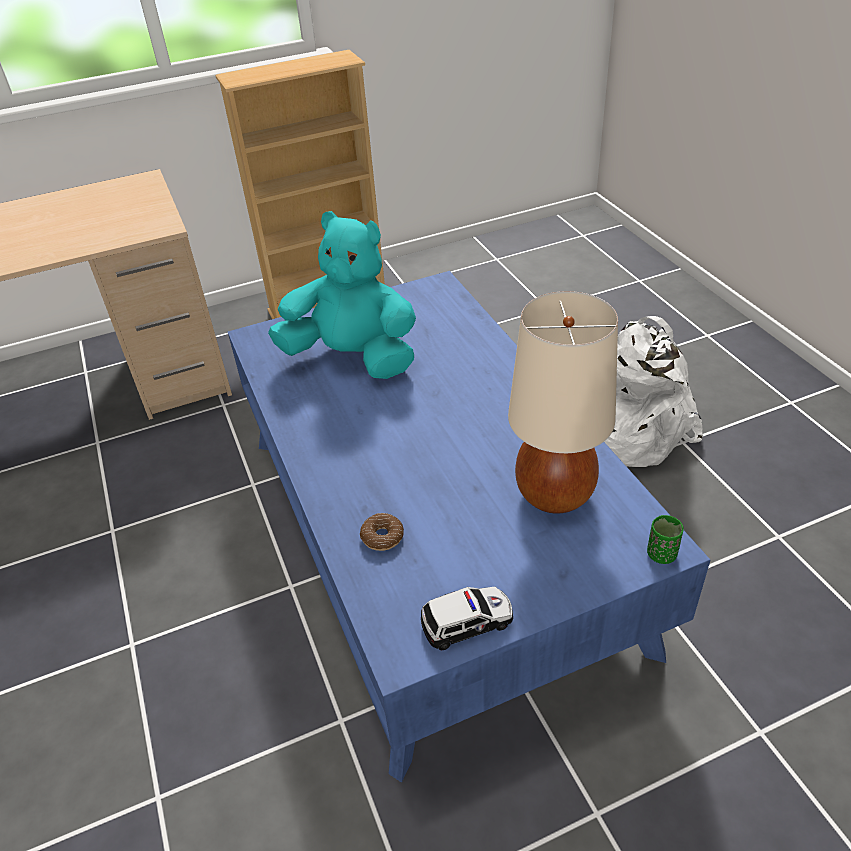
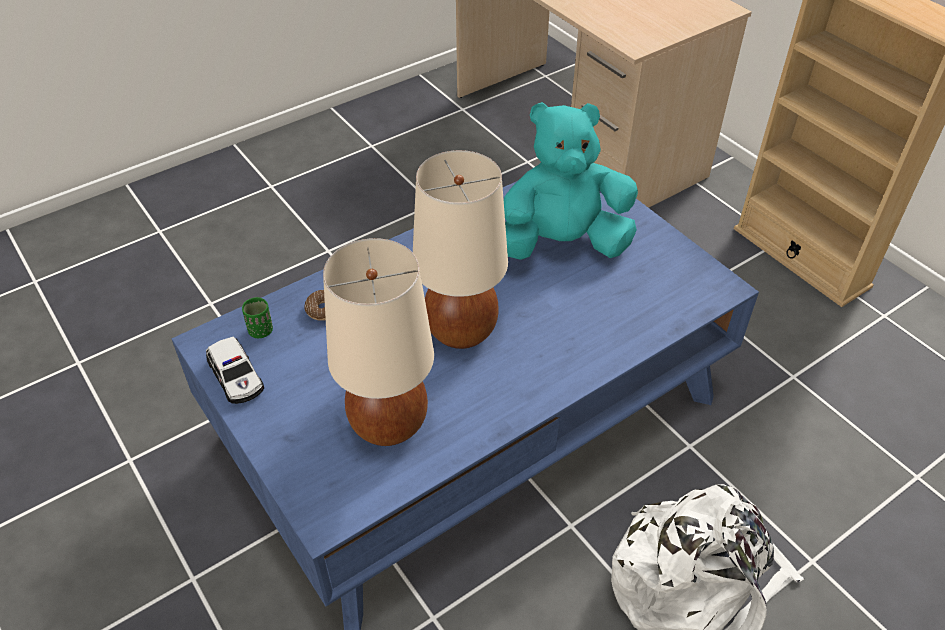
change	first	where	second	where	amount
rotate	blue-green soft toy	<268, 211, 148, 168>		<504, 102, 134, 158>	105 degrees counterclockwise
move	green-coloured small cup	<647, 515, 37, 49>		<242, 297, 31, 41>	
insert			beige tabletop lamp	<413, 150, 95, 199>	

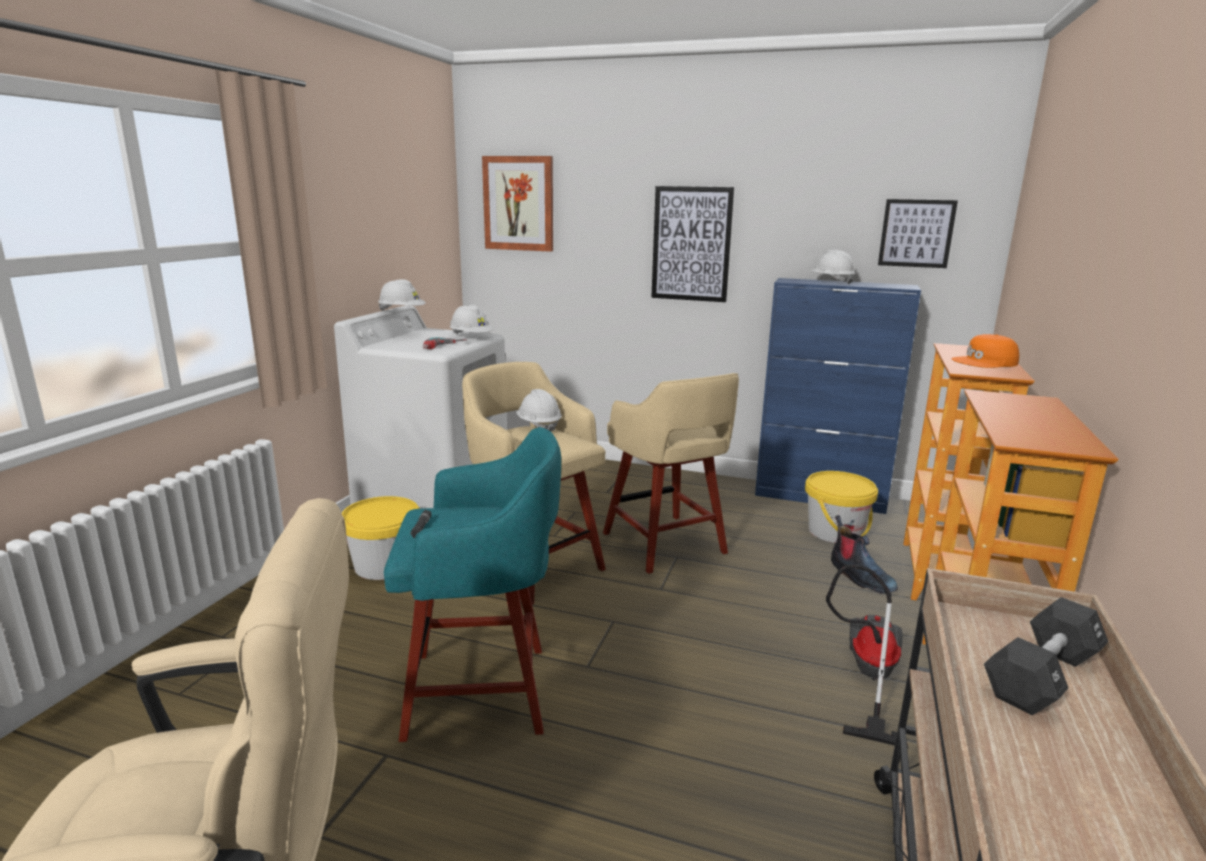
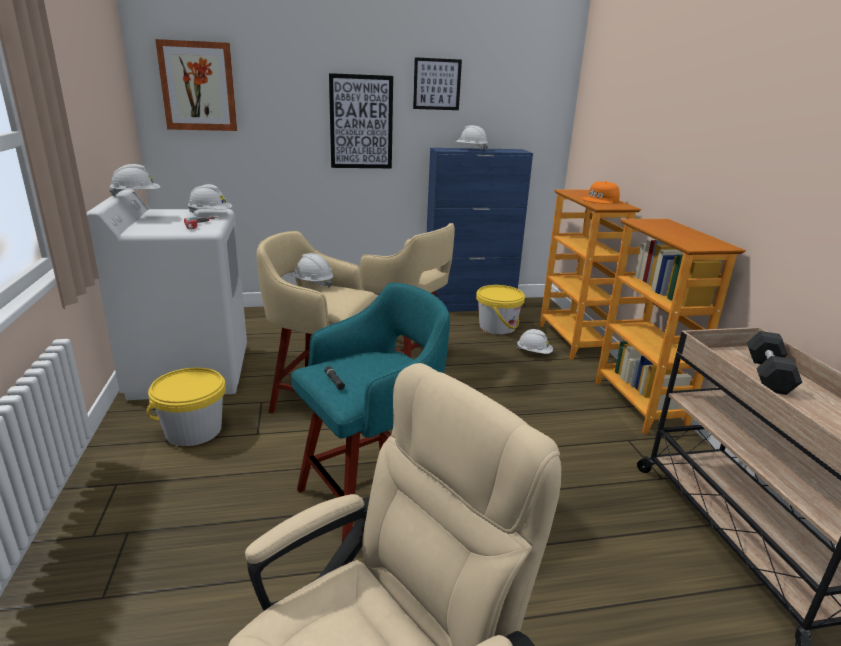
change	first	where	second	where	amount
delete	vacuum cleaner	<826, 564, 82, 185>			
replace	boot	<831, 515, 67, 78>	white safety helmet	<517, 329, 36, 25>	
move	wall art	<878, 199, 80, 69>		<413, 57, 49, 53>	

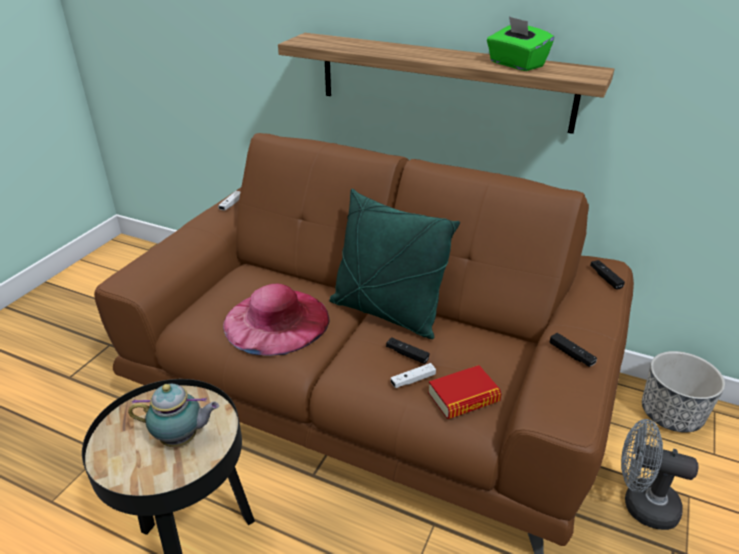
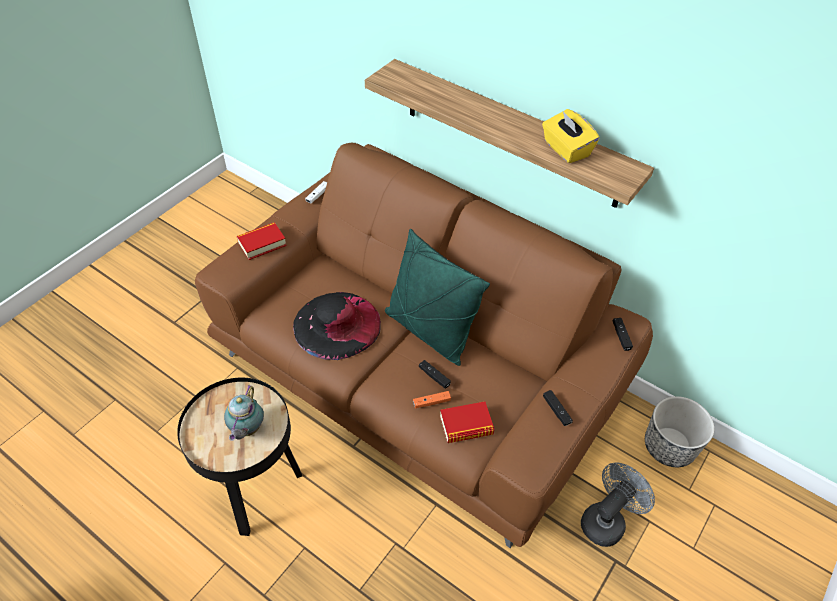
change	first	where	second	where	amount
rotate	teapot	<128, 384, 91, 63>		<224, 385, 40, 56>	90 degrees clockwise
recolor	pinkish clothing hat	<223, 284, 107, 72>	black-coloured clothing hat	<293, 292, 88, 68>	
recolor	white gamepad	<391, 363, 45, 25>	orangey gamepad	<413, 391, 38, 17>	
recolor	green-coloured tissue holder	<487, 16, 67, 55>	yellow tissue holder	<542, 109, 57, 54>	
rotate	greyish electric fan	<621, 419, 78, 111>		<581, 462, 74, 85>	105 degrees clockwise
insert			volume	<237, 222, 49, 38>	

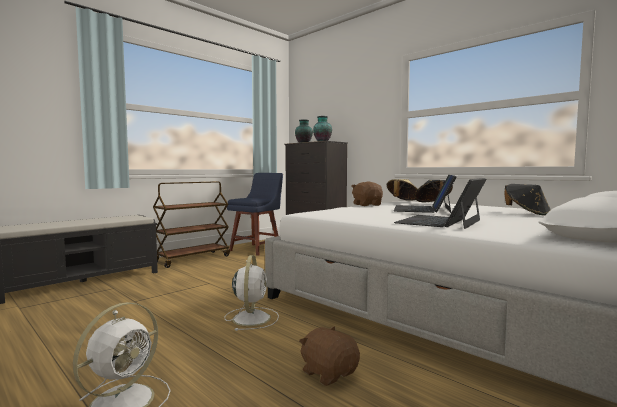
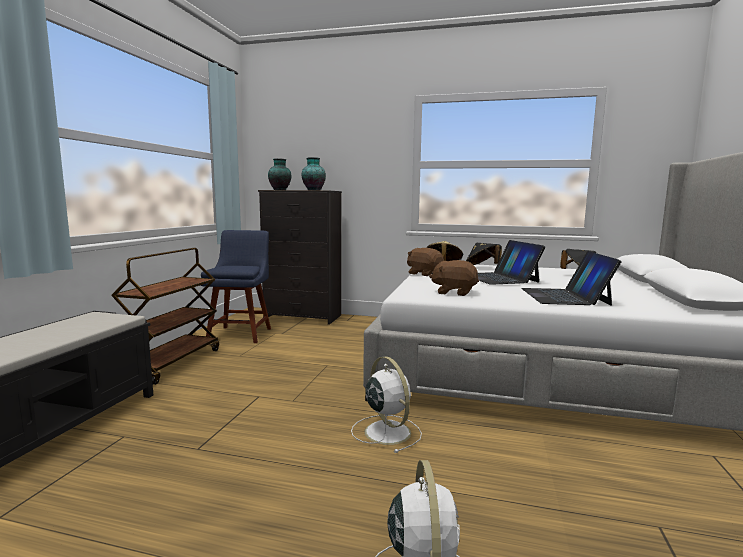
change	first	where	second	where	amount
move	brownish soft toy	<299, 326, 61, 60>		<429, 260, 50, 36>	

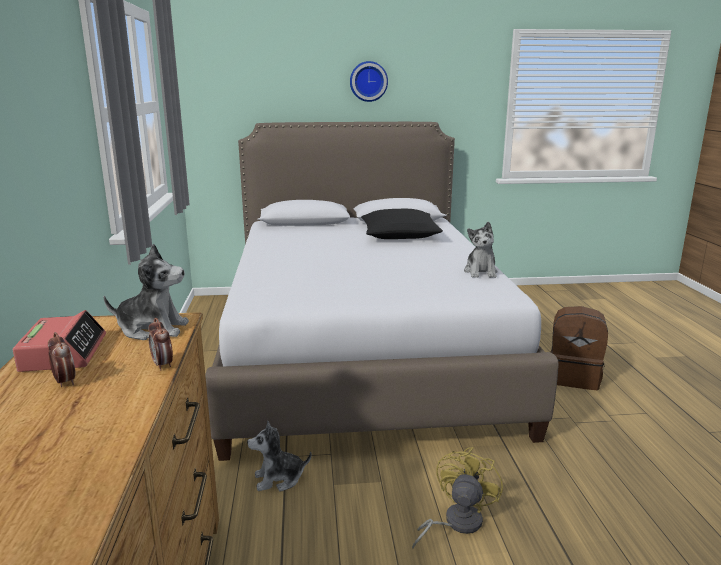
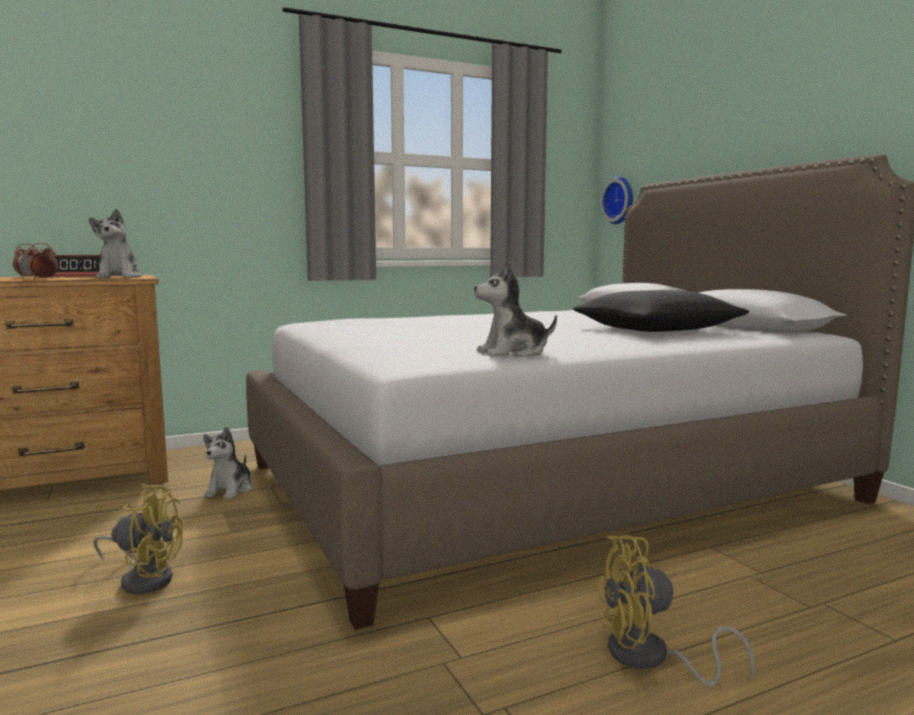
change	first	where	second	where	amount
rotate	soft toy	<247, 420, 65, 72>		<203, 427, 50, 72>	135 degrees counterclockwise
move	hanging clock	<350, 61, 38, 41>		<600, 176, 33, 48>	
replace	brownish rucksack	<551, 306, 57, 84>	yellow electric fan	<594, 534, 161, 152>	

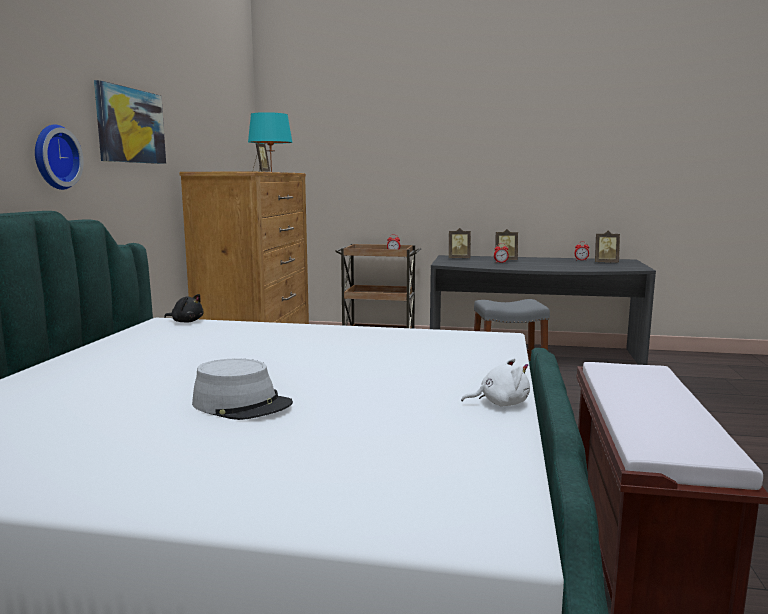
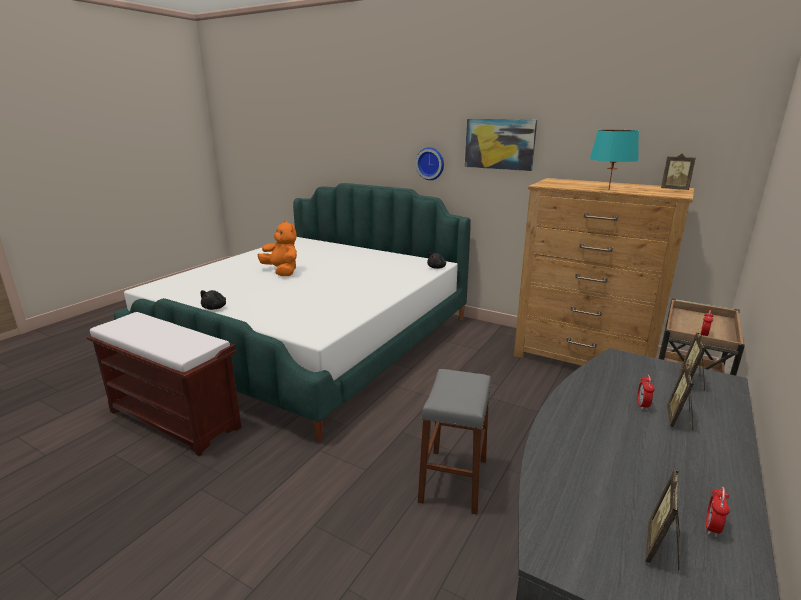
change	first	where	second	where	amount
replace	greyish clothing hat	<192, 359, 101, 61>	orangey soft toy	<258, 220, 39, 56>	
recolor	white soft toy	<461, 358, 69, 49>	black-coloured soft toy	<201, 290, 25, 20>	

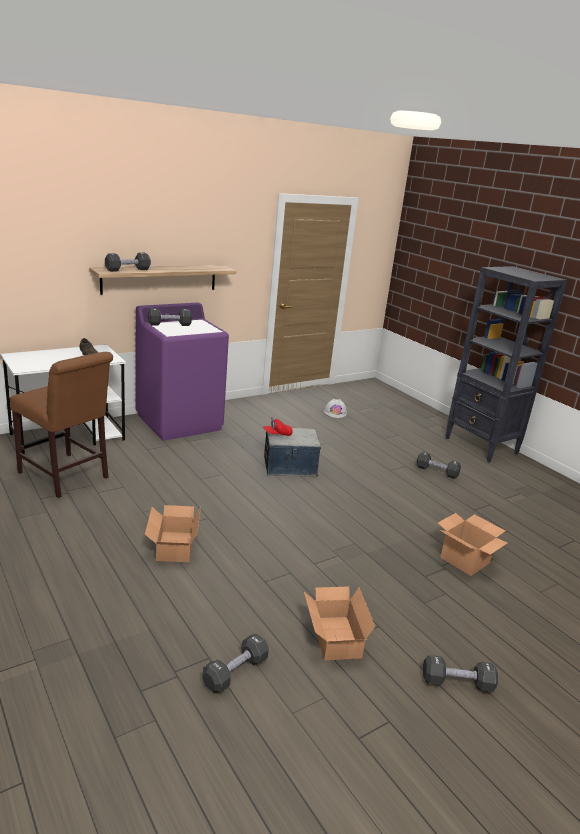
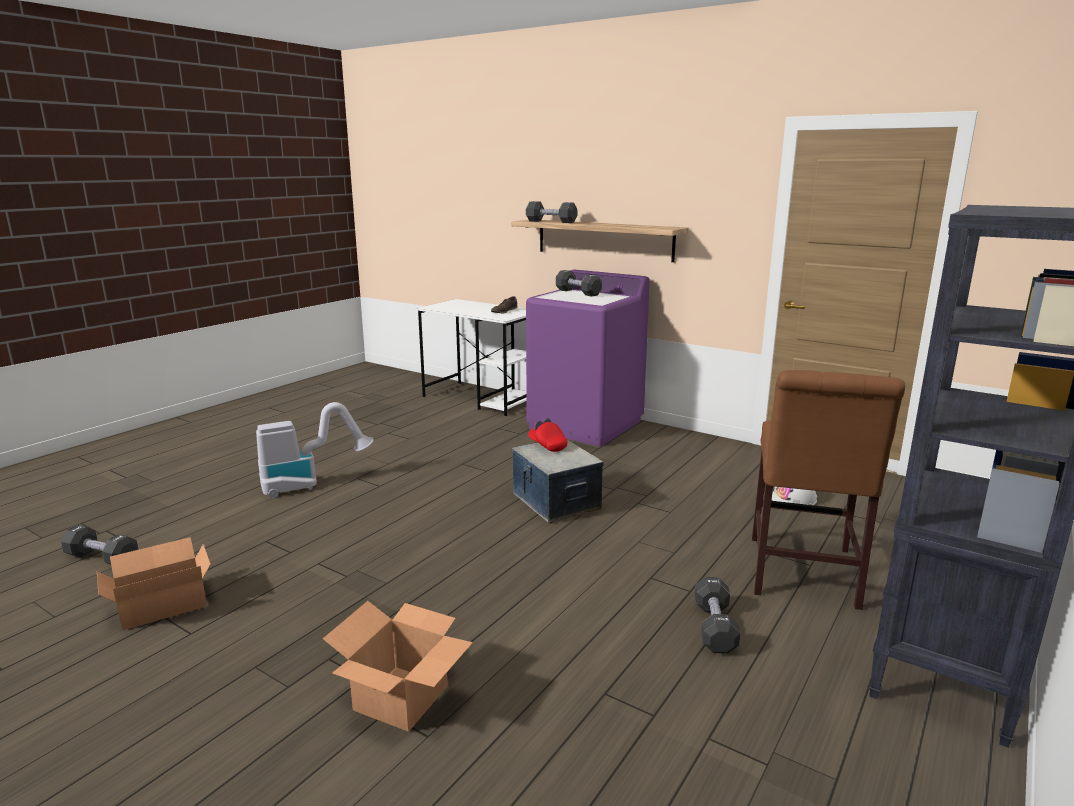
change	first	where	second	where	amount
move	brownish upright chair	<10, 352, 103, 146>		<752, 370, 153, 240>	
replace	carton	<145, 505, 56, 57>	vacuum cleaner	<256, 402, 118, 96>	
delete	black-coloured dumbbell	<423, 655, 75, 37>			

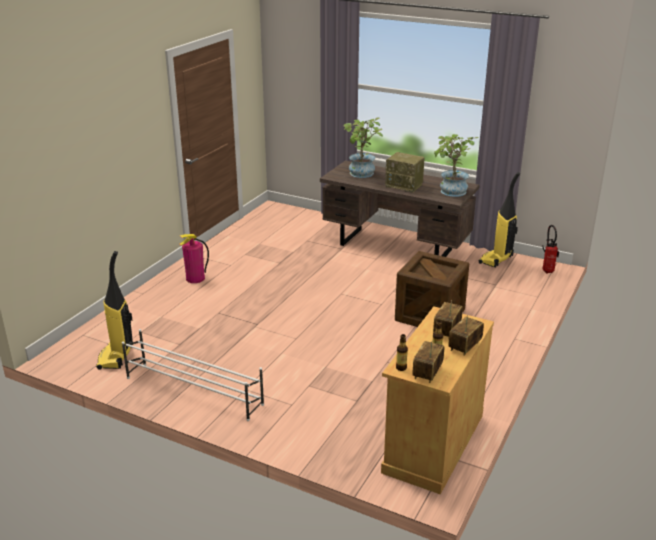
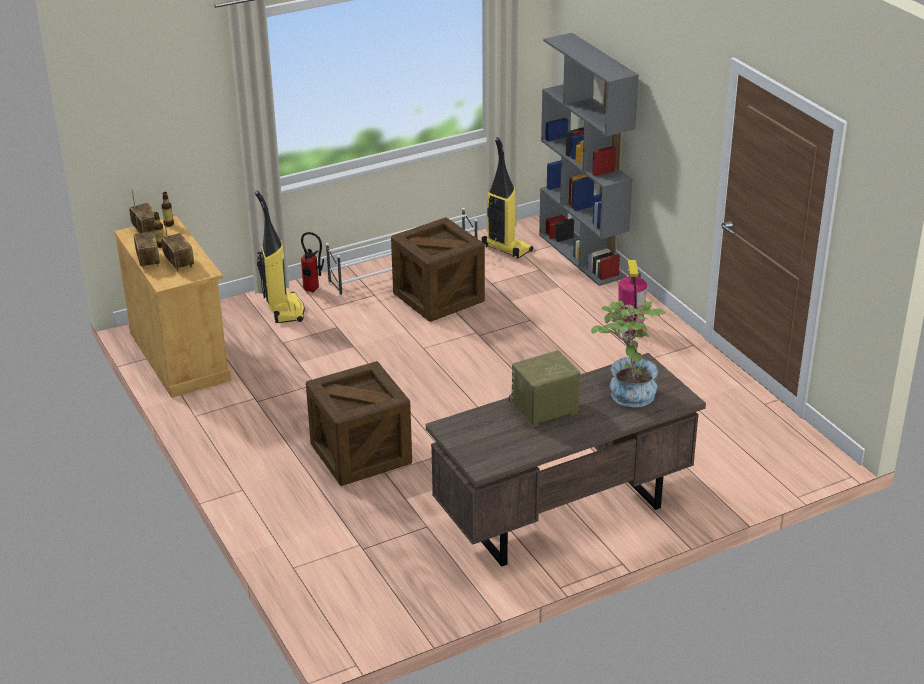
change	first	where	second	where	amount
delete	houseplant	<434, 134, 44, 63>			
move	vacuum cleaner	<479, 172, 41, 95>		<255, 191, 50, 132>	
move	fire extinguisher	<542, 225, 17, 49>		<301, 232, 23, 61>	
insert			shipping crate	<391, 217, 94, 105>	
insert			greyish bookcase	<539, 33, 100, 253>	

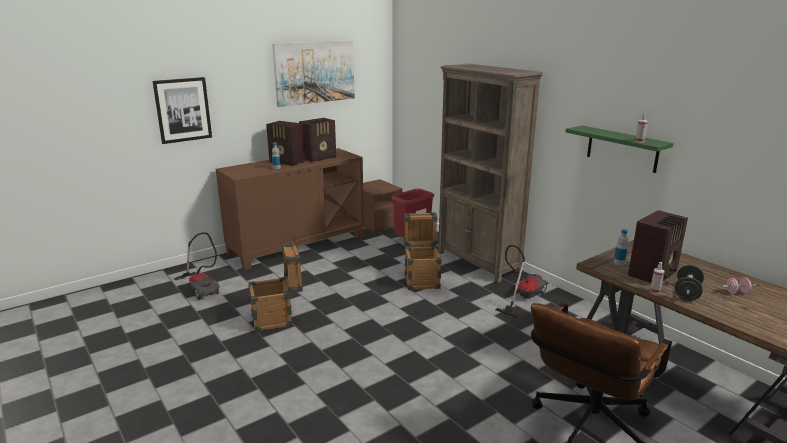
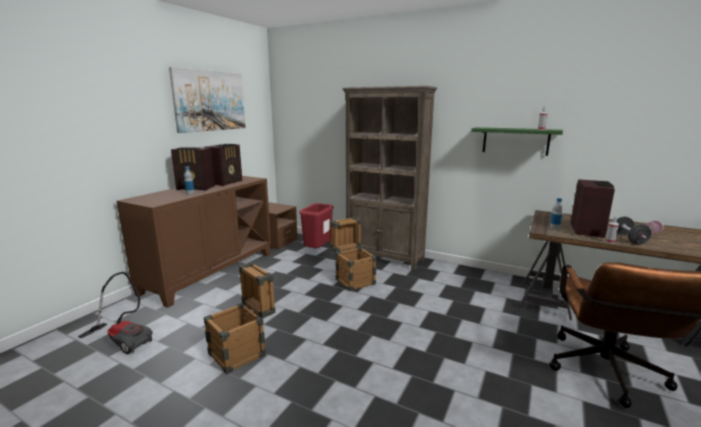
change	first	where	second	where	amount
delete	wall art	<152, 77, 60, 67>			
delete	vacuum cleaner	<495, 245, 53, 73>			

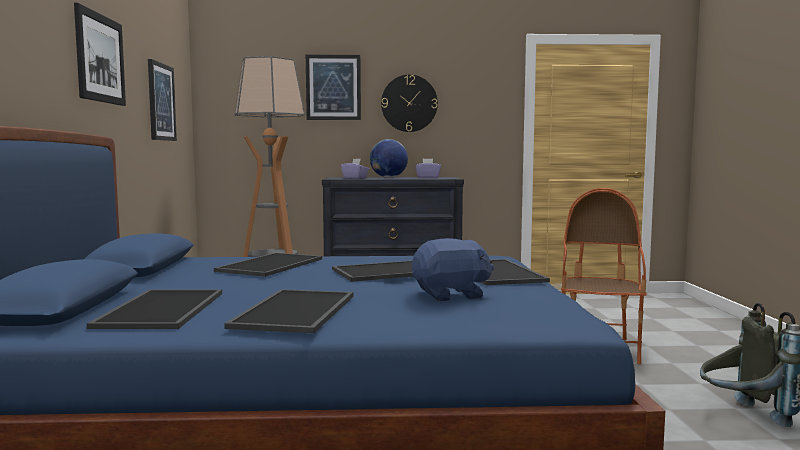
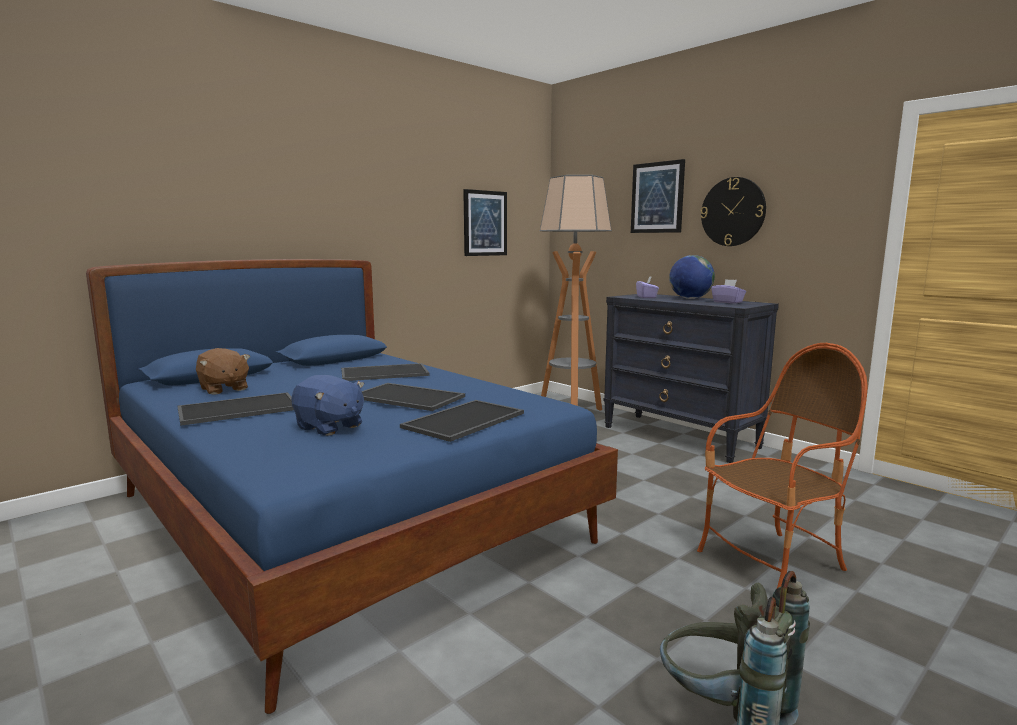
change	first	where	second	where	amount
delete	wall art	<74, 3, 52, 103>			
replace	serving tray	<87, 289, 135, 40>	brownish soft toy	<196, 348, 55, 47>	

